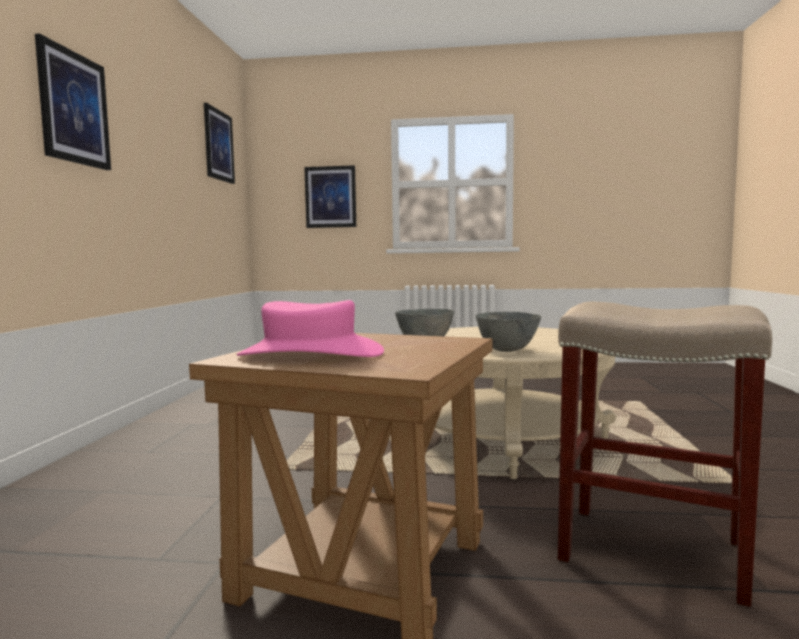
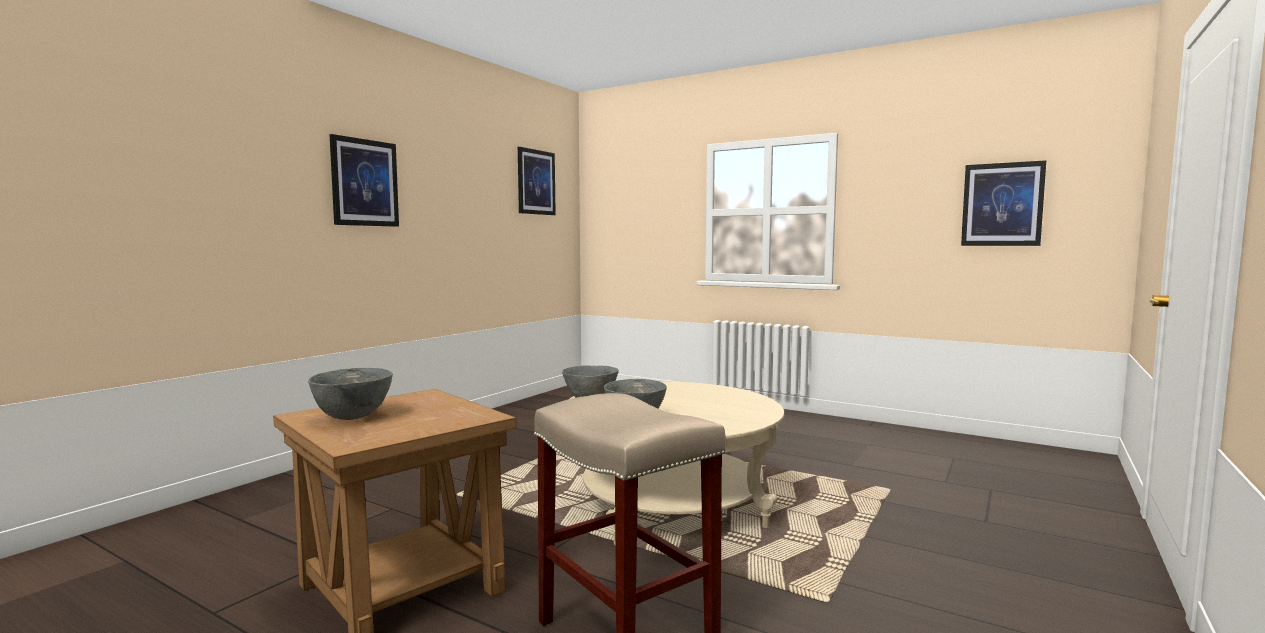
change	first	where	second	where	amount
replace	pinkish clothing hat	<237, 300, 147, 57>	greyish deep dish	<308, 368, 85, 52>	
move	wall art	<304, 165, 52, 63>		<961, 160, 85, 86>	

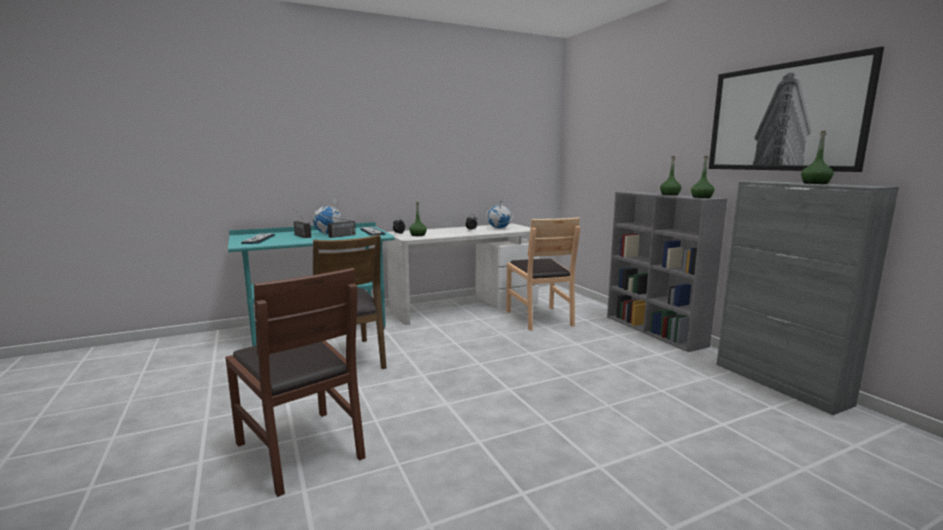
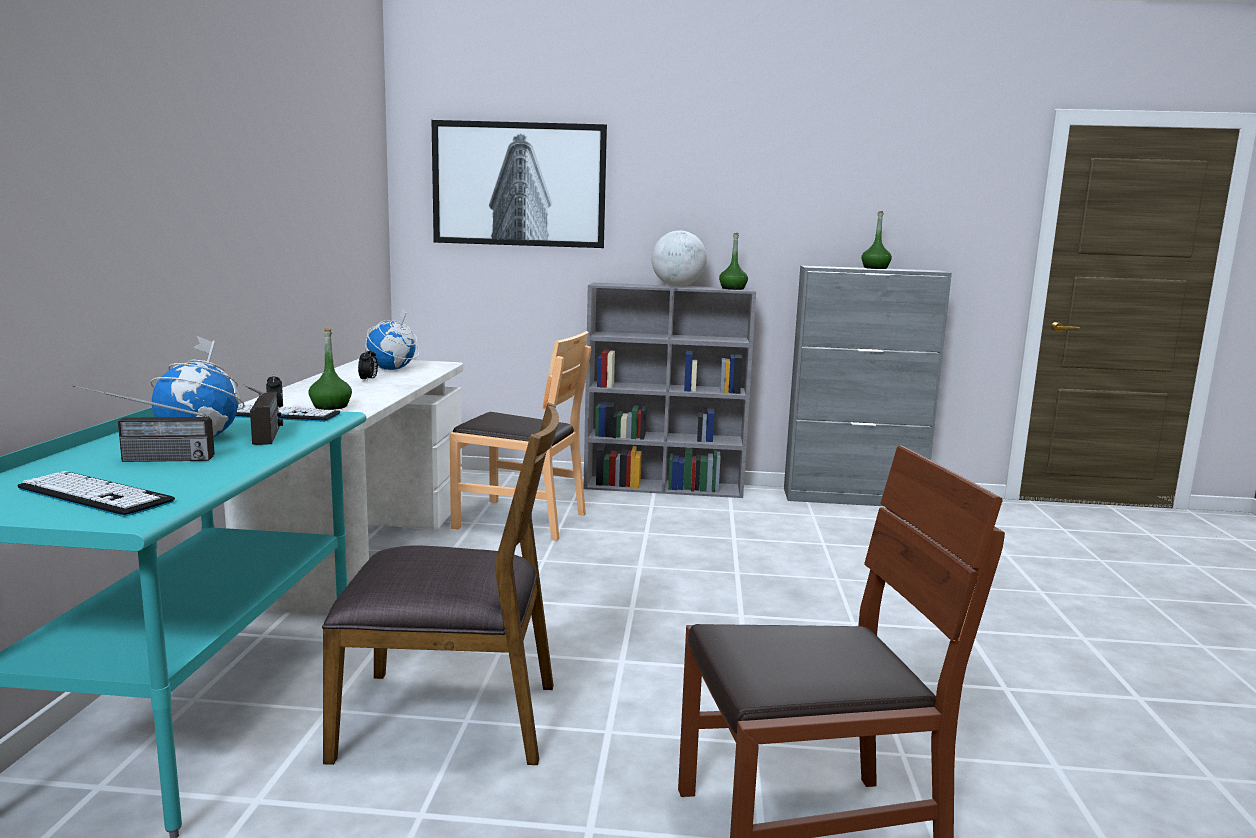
change	first	where	second	where	amount
replace	green-coloured bottle	<660, 156, 21, 39>	world globe	<652, 231, 55, 56>	
move	wall art	<709, 46, 175, 126>		<432, 120, 175, 128>	

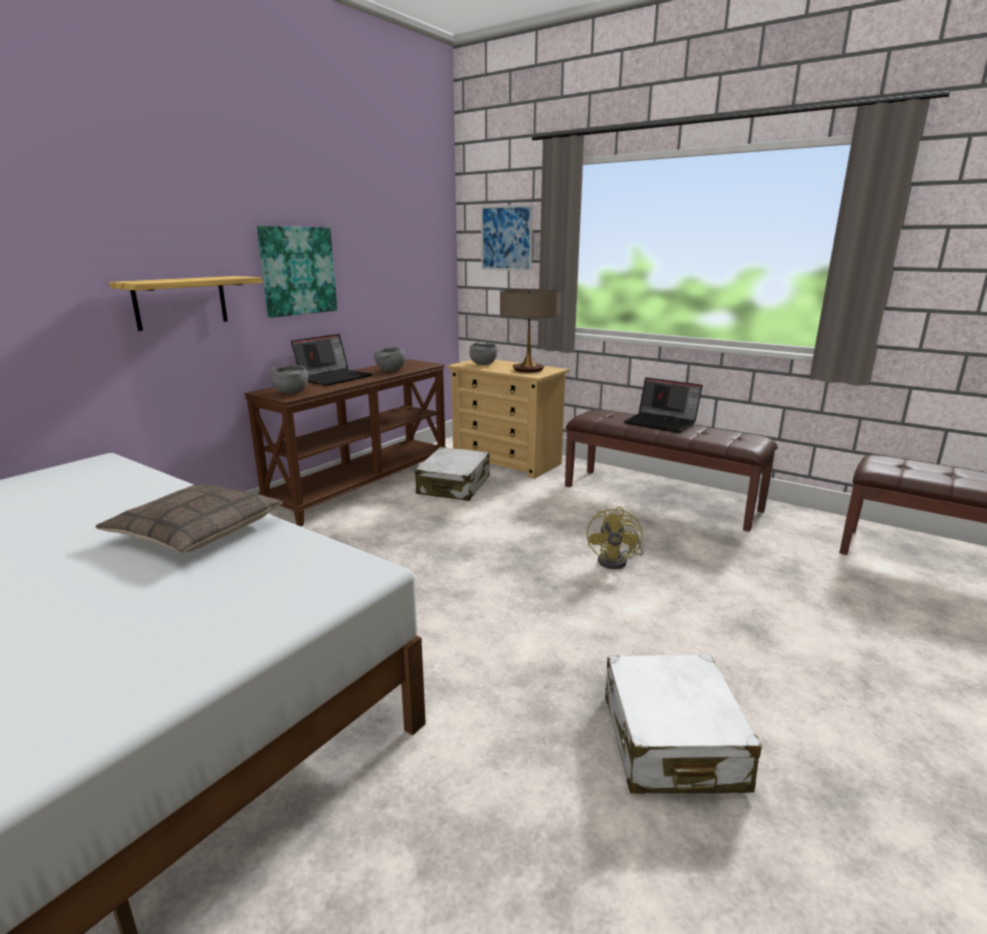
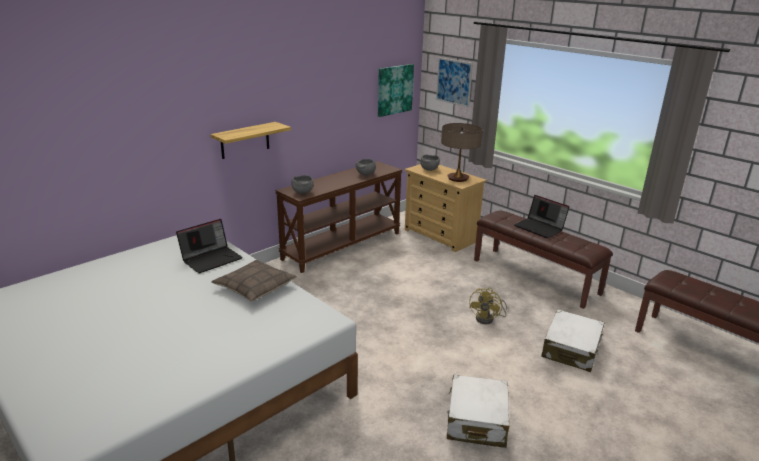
change	first	where	second	where	amount
move	wall art	<257, 226, 80, 92>		<378, 64, 36, 53>	
move	portable computer	<291, 334, 81, 52>		<176, 219, 67, 54>	
move	white travel case	<415, 447, 75, 54>		<541, 309, 64, 63>	

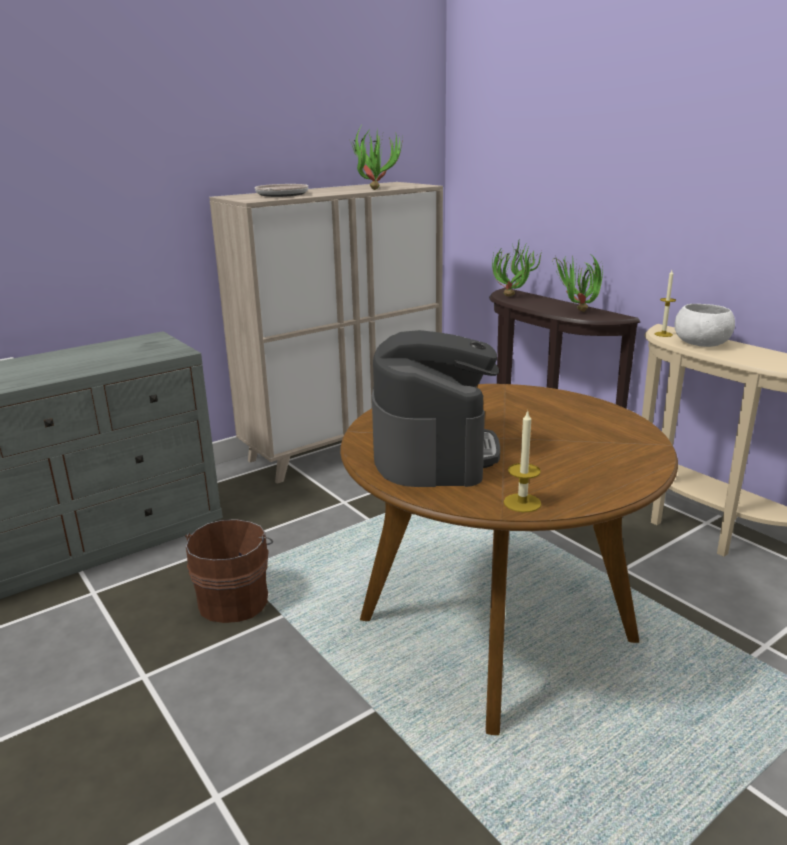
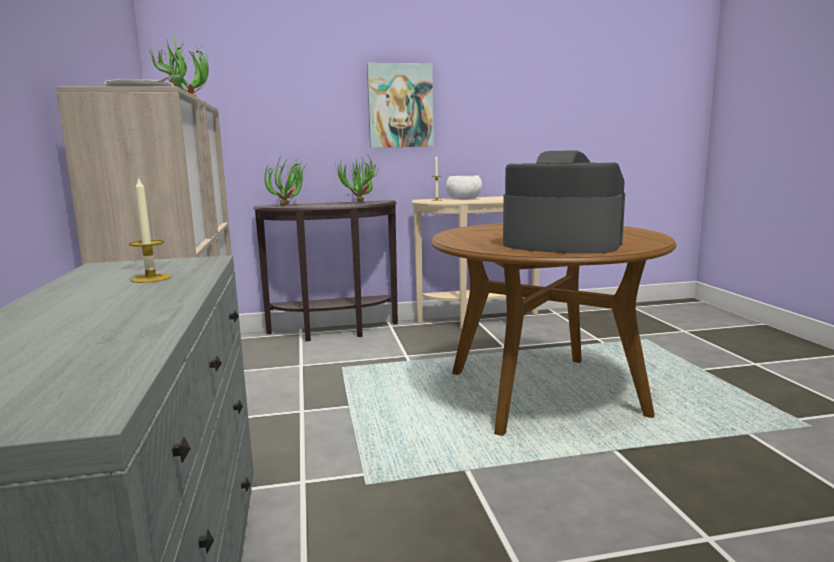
change	first	where	second	where	amount
delete	brownish pail	<185, 519, 88, 104>			
move	wax light	<504, 409, 37, 103>		<129, 177, 42, 106>	
insert			wall art	<367, 63, 67, 85>	

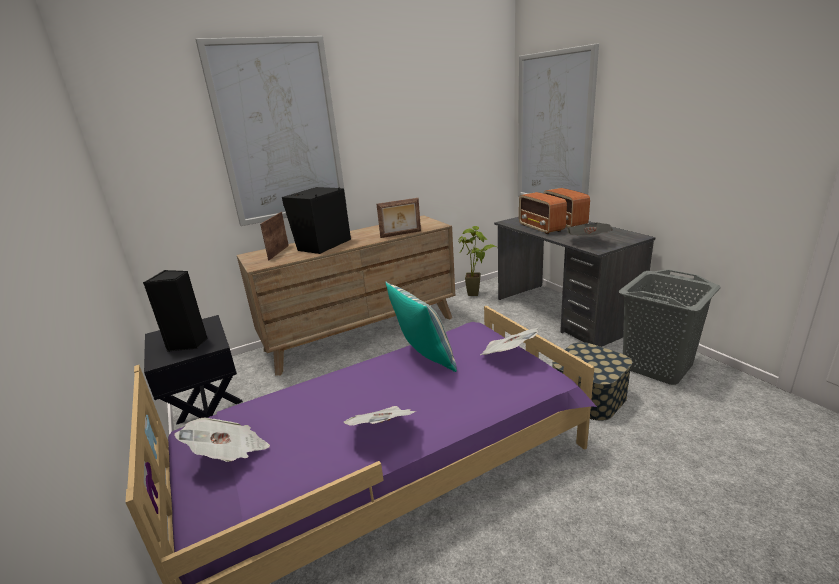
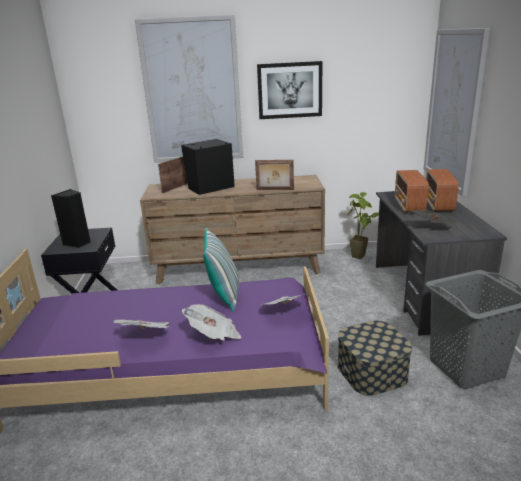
change	first	where	second	where	amount
move	newspaper	<174, 418, 96, 44>		<182, 304, 60, 36>	
insert			wall art	<257, 61, 65, 58>	

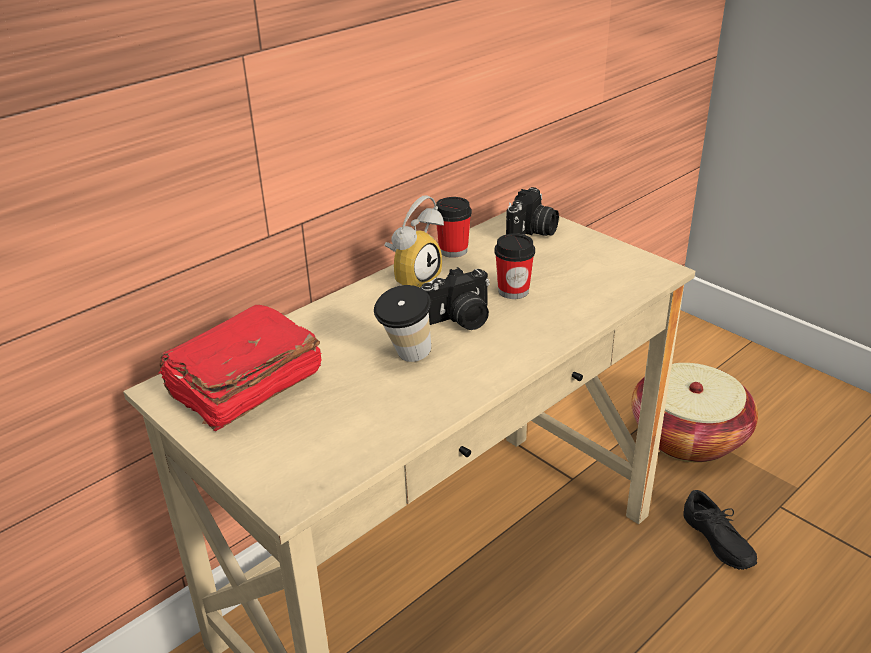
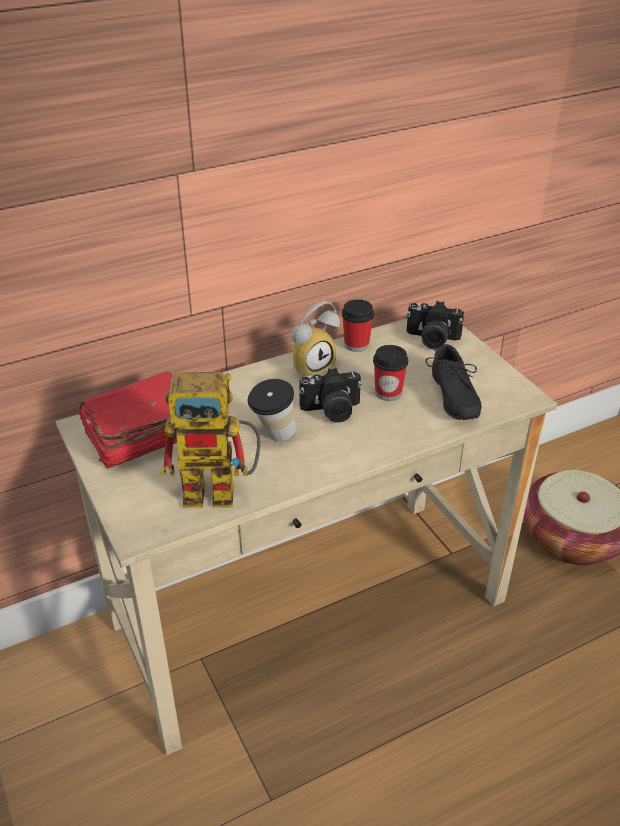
change	first	where	second	where	amount
rotate	still camera	<506, 187, 53, 49>		<407, 301, 57, 48>	60 degrees clockwise
move	black-coloured shoe	<683, 490, 74, 80>		<426, 344, 56, 76>	
insert			model robot	<161, 372, 100, 136>	

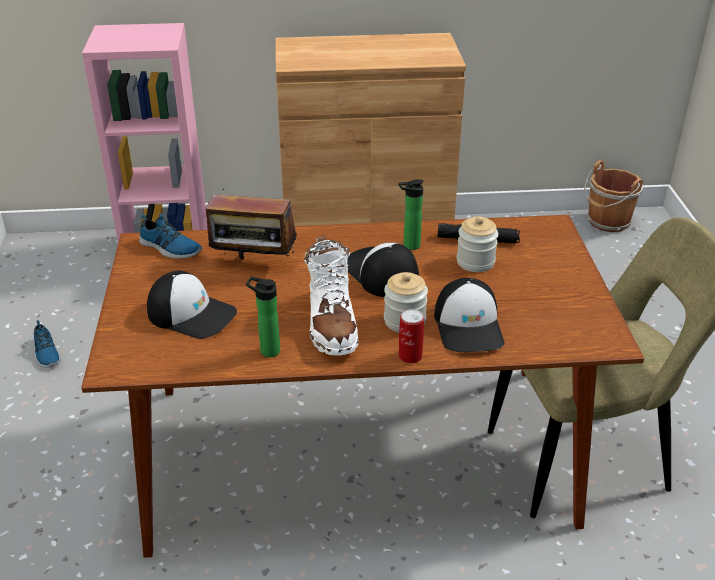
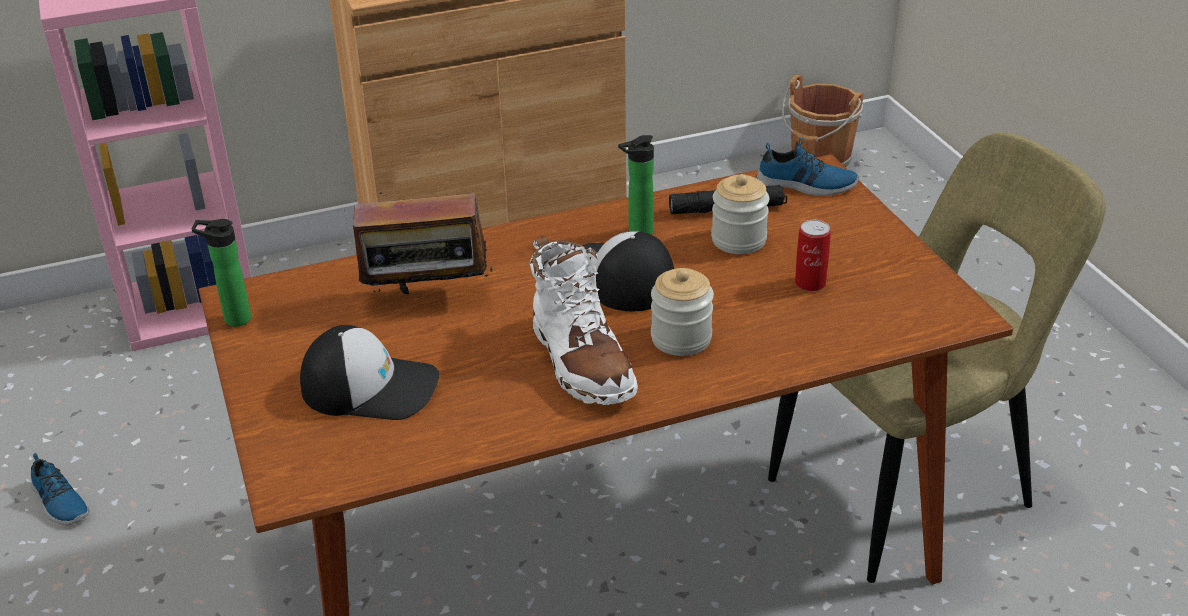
change	first	where	second	where	amount
move	shoe	<139, 214, 63, 45>		<756, 137, 103, 59>	
move	bottle	<246, 277, 34, 80>		<192, 219, 59, 108>	
move	can	<399, 309, 25, 55>		<795, 220, 36, 72>	
delete	peaked cap	<434, 278, 71, 74>			

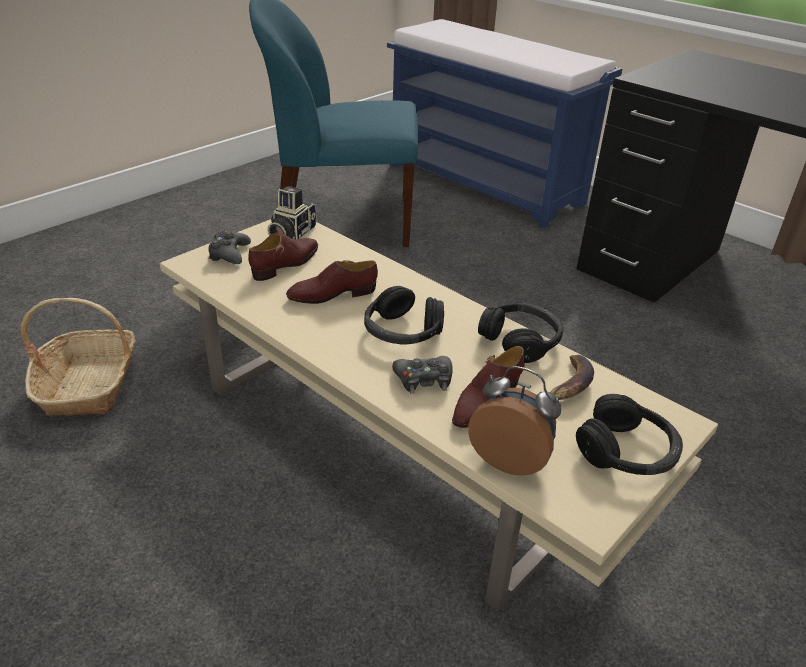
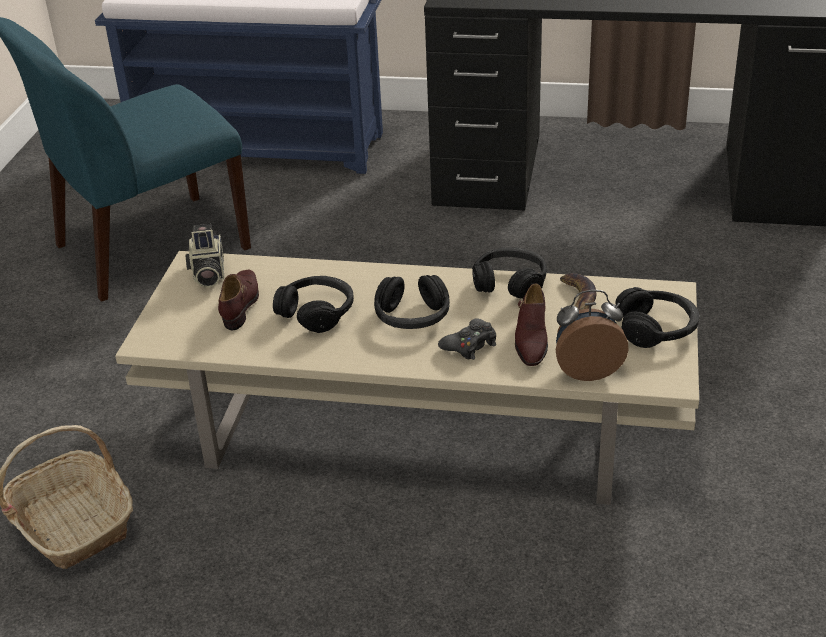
change	first	where	second	where	amount
delete	black-coloured gamepad	<208, 231, 43, 33>			
replace	brownish shoe	<286, 260, 92, 44>	black-coloured headphones	<273, 276, 81, 57>	

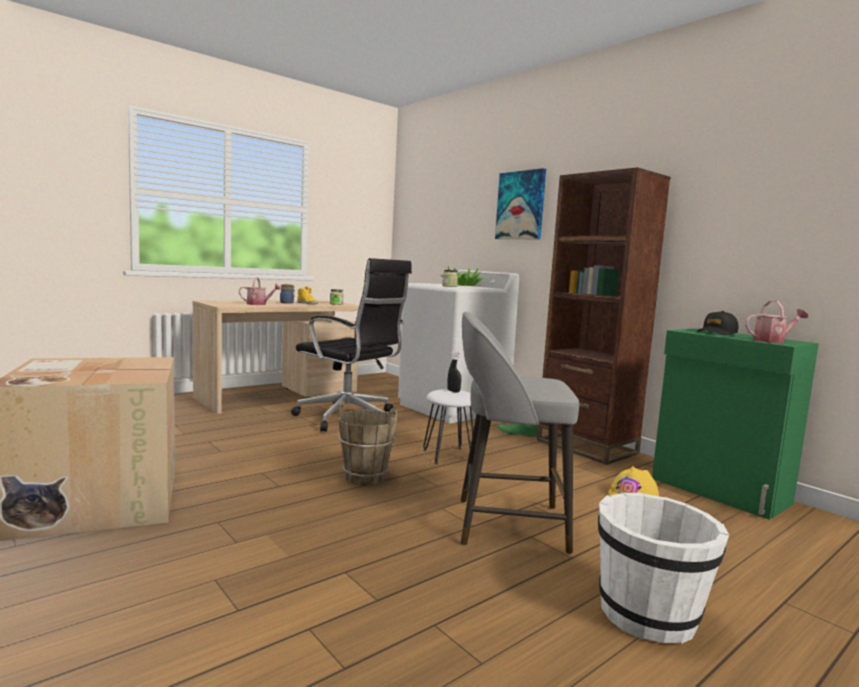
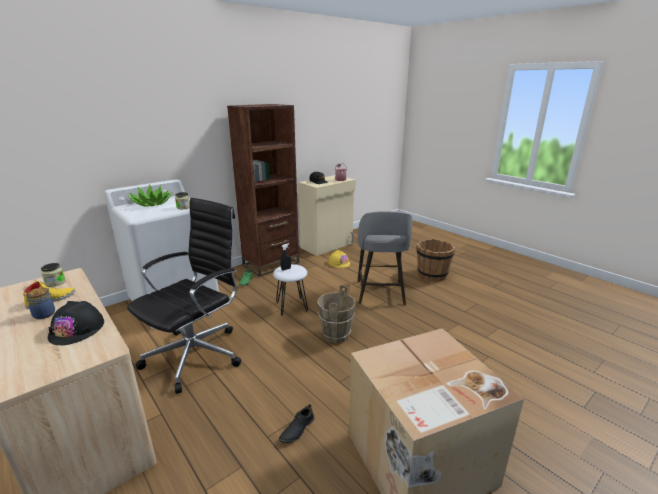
change	first	where	second	where	amount
replace	watering pot	<239, 278, 42, 27>	black-coloured safety helmet	<48, 301, 56, 44>	
delete	wall art	<495, 168, 51, 71>			
recolor	white pail	<598, 493, 131, 151>	brownish pail	<417, 239, 38, 42>	
recolor	green-coloured cupboard	<652, 328, 167, 192>	beige cupboard	<298, 175, 58, 81>	
insert			black-coloured shoe	<279, 404, 35, 39>	

